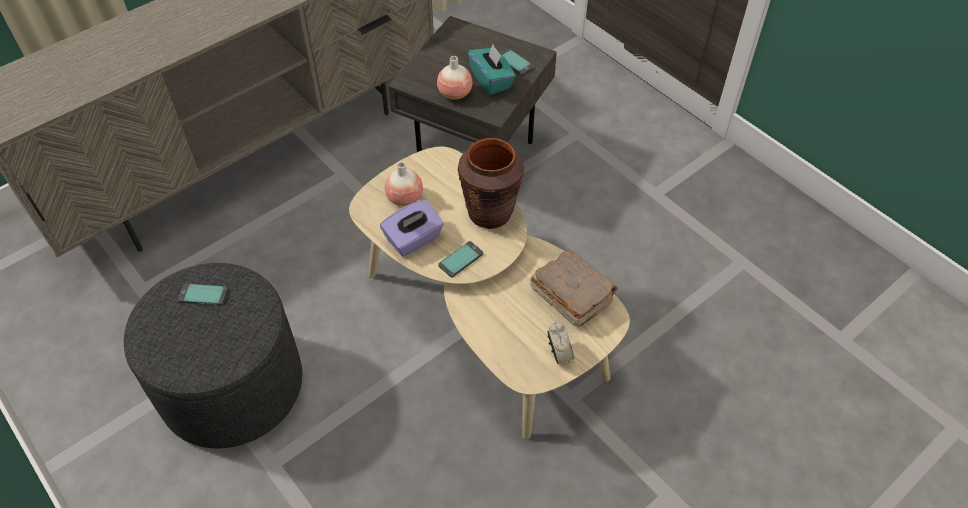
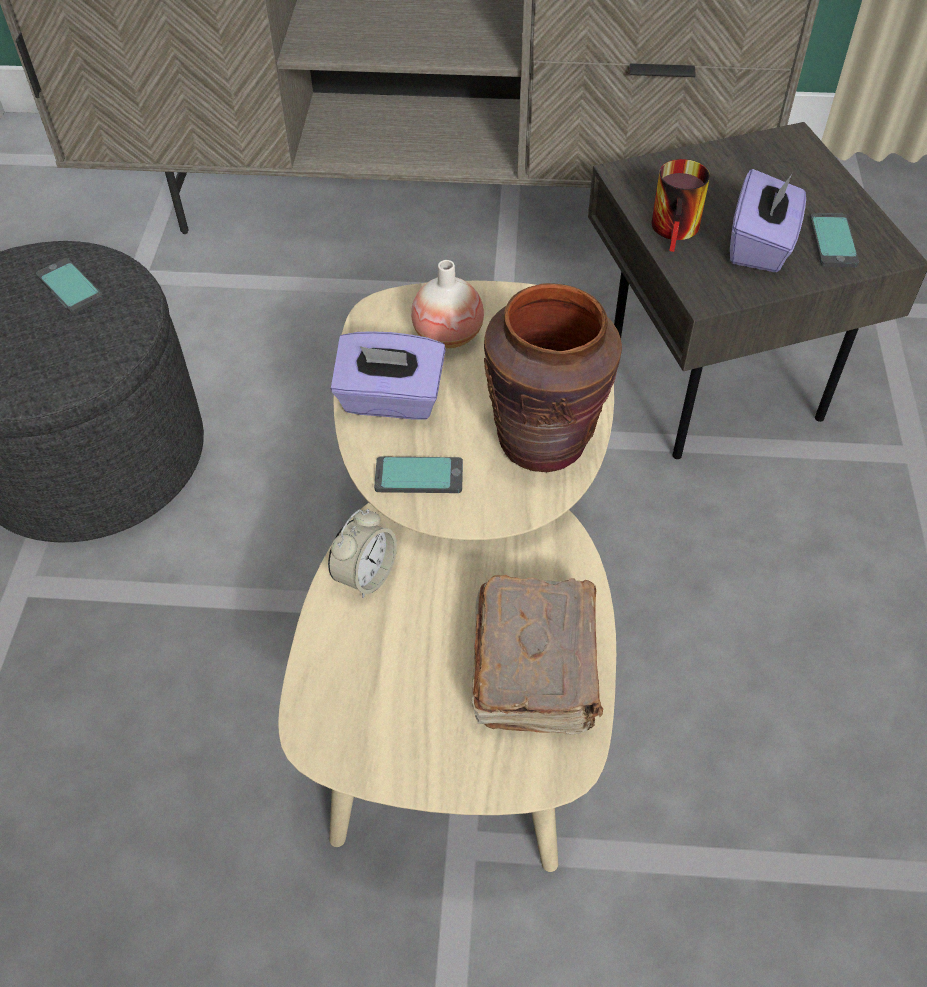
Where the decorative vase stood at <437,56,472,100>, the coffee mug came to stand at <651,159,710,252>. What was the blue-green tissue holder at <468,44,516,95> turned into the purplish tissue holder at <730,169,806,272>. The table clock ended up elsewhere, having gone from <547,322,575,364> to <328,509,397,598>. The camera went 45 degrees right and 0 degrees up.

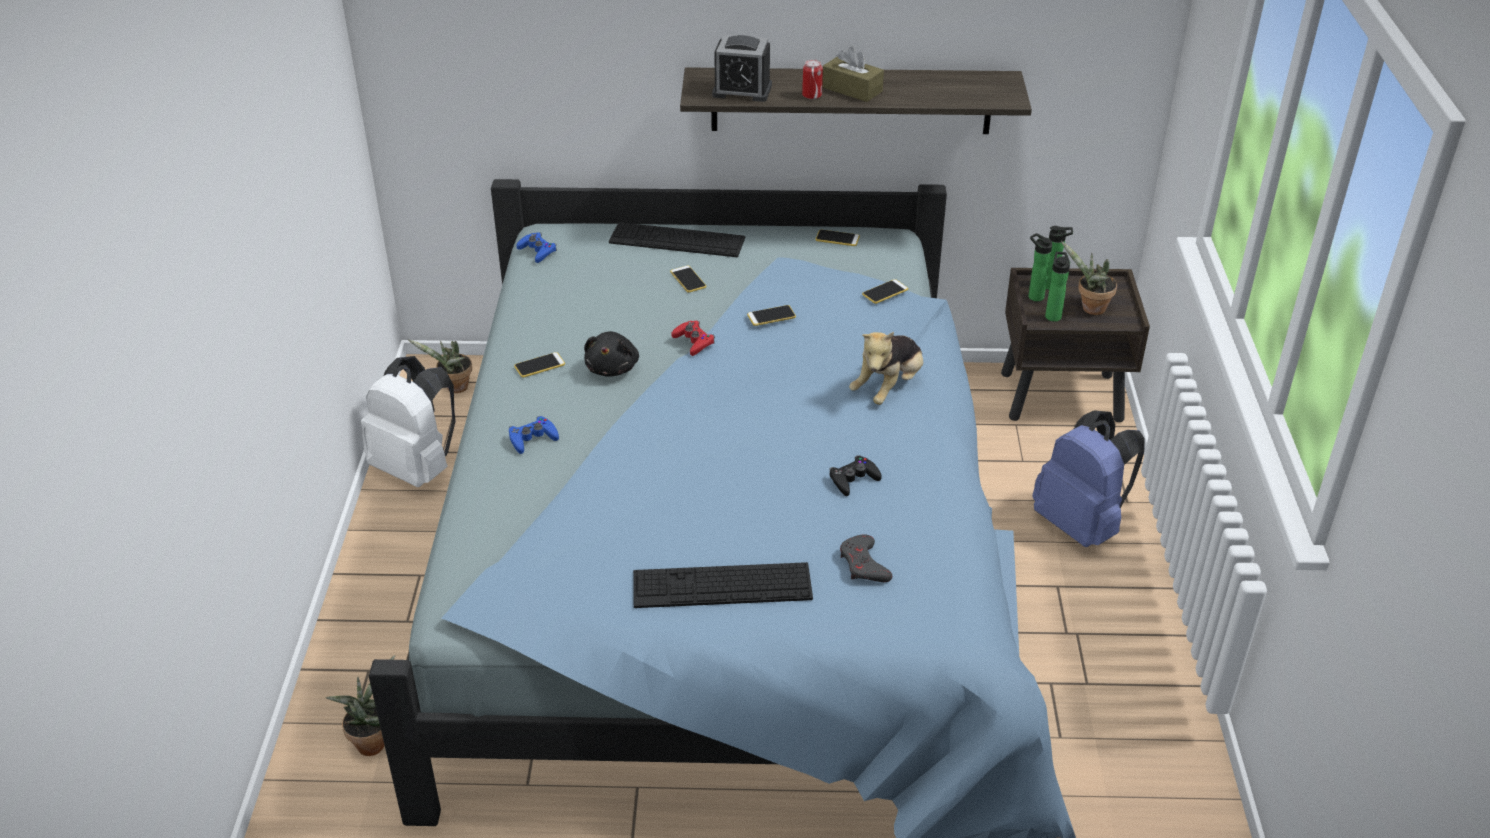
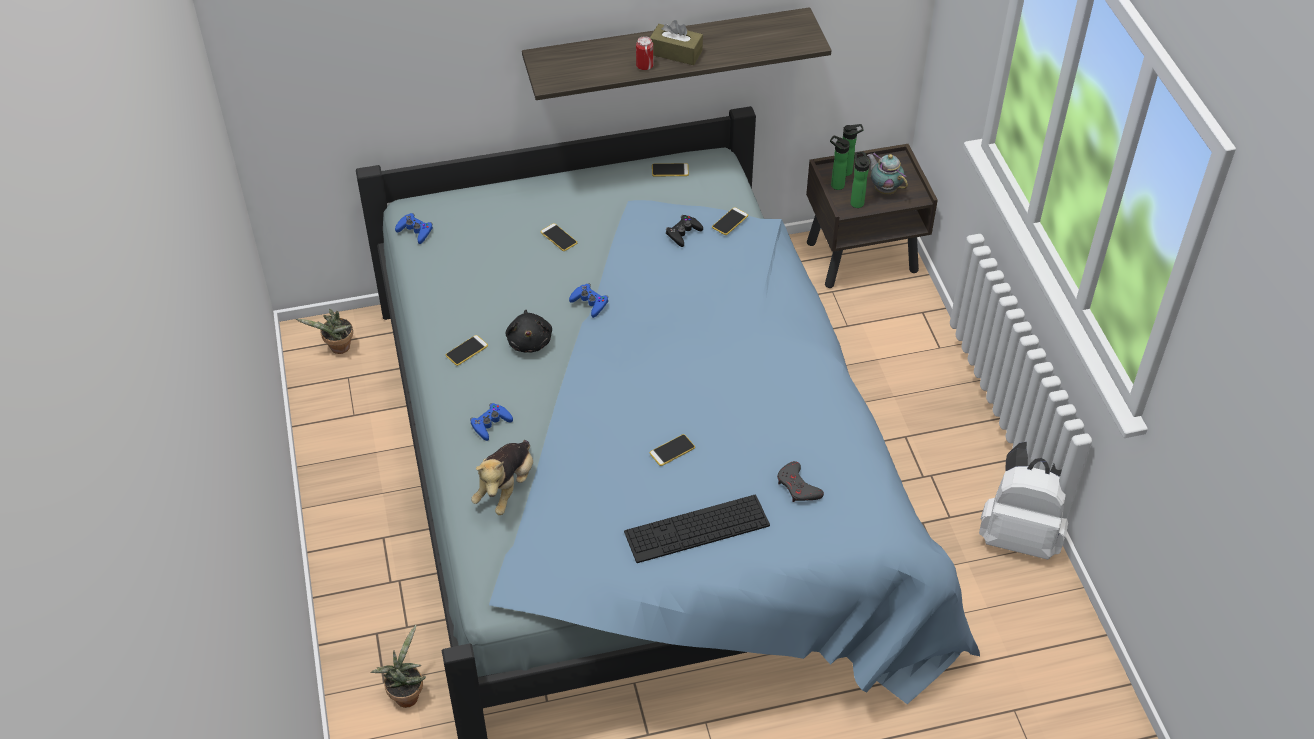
The white-coloured backpack ended up elsewhere, having gone from <361,356,456,487> to <979,442,1068,560>. The second view lost the computer keyboard at <609,222,745,257>. What was the red joypad at <671,321,715,356> turned into the blue joypad at <569,283,608,318>. The second view lost the table clock at <712,35,772,102>. The phone ended up elsewhere, having gone from <747,305,796,326> to <650,434,695,466>. The black joypad ended up elsewhere, having gone from <829,455,882,496> to <666,215,703,247>. The cuddly toy ended up elsewhere, having gone from <849,332,923,405> to <471,440,533,515>. The second view lost the blue backpack at <1032,410,1145,547>. Where the potted plant stood at <1061,241,1117,315>, the teapot came to stand at <867,153,908,194>. The camera went 15 degrees left and 10 degrees up.

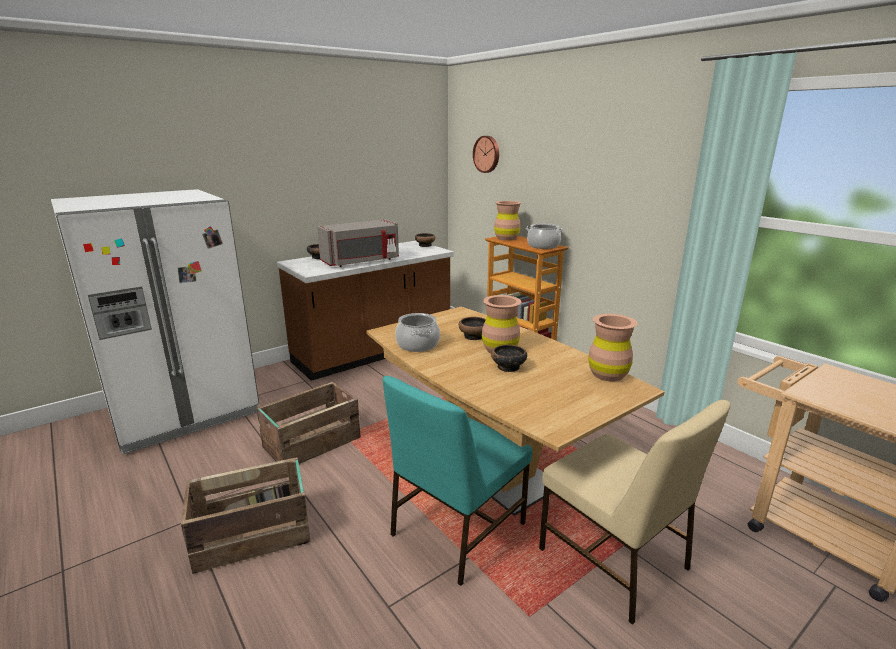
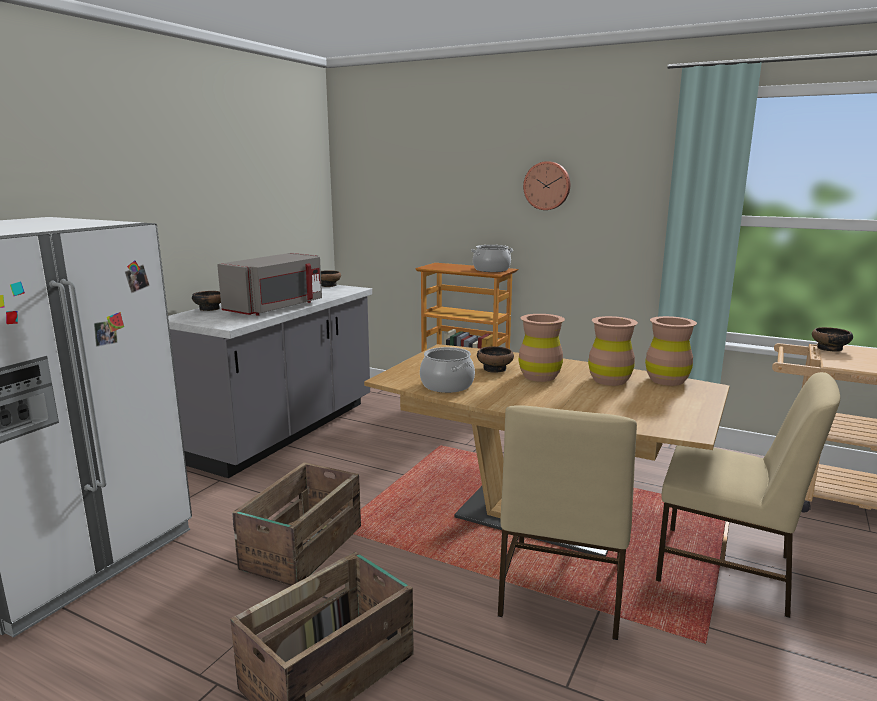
What was the brown-coloured kitchen base unit at <277,241,454,381> turned into the grey kitchen base unit at <168,285,372,478>. What was the blue-green chair at <383,376,532,586> turned into the sand-coloured chair at <498,405,637,640>. The clock on the wall ended up elsewhere, having gone from <473,136,499,173> to <523,161,570,210>. The deep dish ended up elsewhere, having gone from <491,345,527,372> to <812,327,853,352>. The brown-coloured decorative vase ended up elsewhere, having gone from <494,201,521,241> to <588,316,638,386>. The camera went 25 degrees left and 5 degrees down.

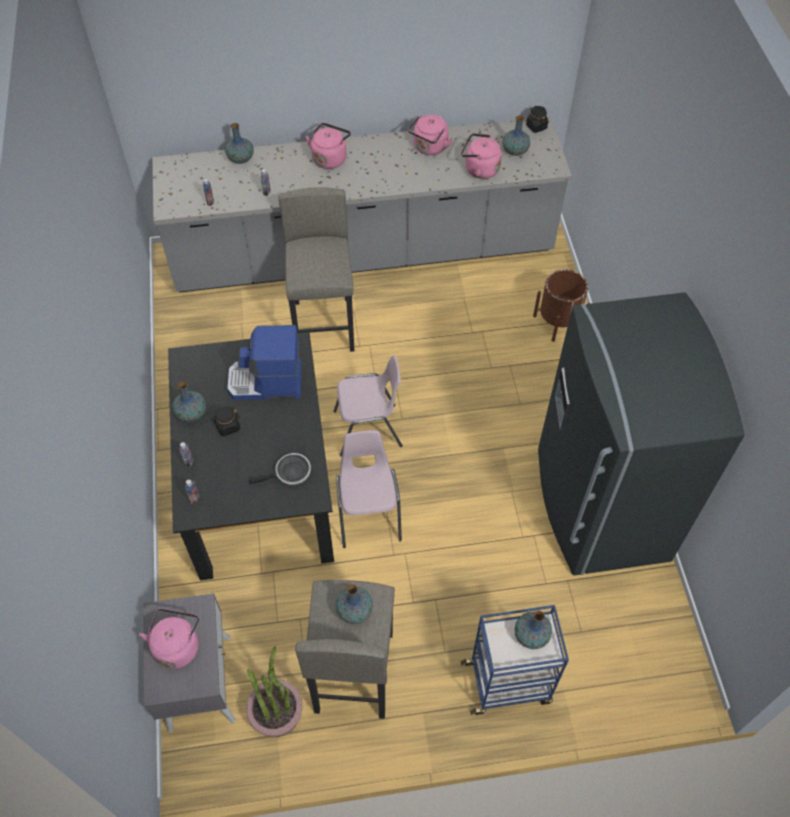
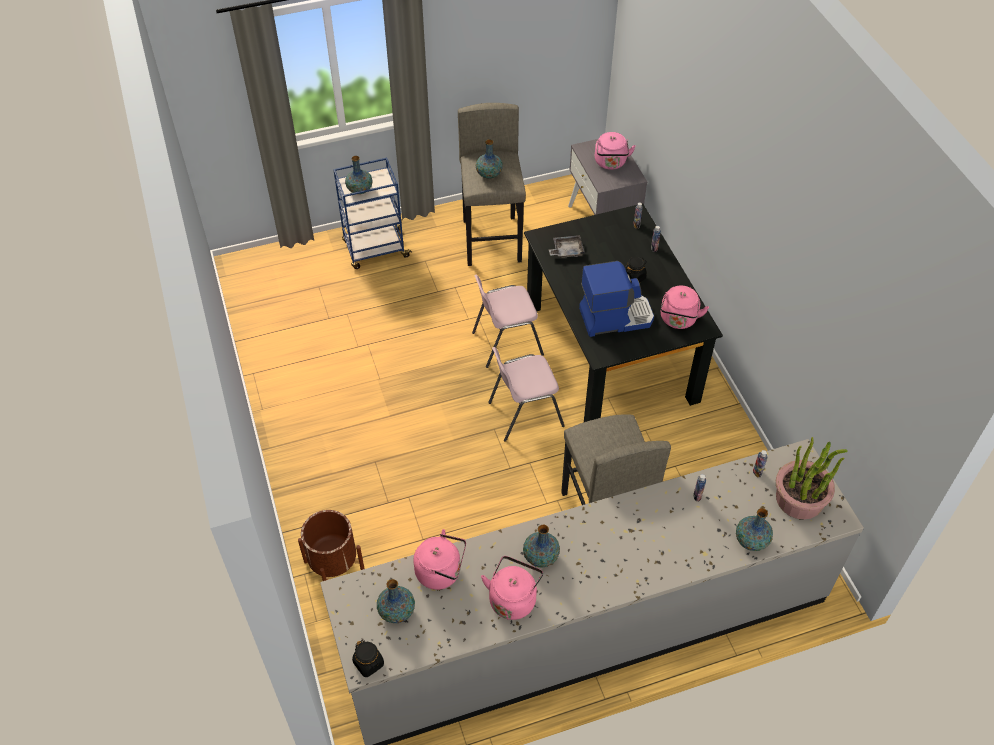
The decorative vase ended up elsewhere, having gone from <173,381,206,422> to <523,525,560,568>. The potted plant ended up elsewhere, having gone from <246,646,303,737> to <776,437,848,520>. Where the pan stood at <249,453,311,485>, the grey carrying tray came to stand at <549,235,585,258>. The pink water kettle ended up elsewhere, having gone from <305,123,351,169> to <661,286,709,329>. The pink chair at <336,430,402,548> ended up facing another way, 90 degrees clockwise from before. The second view lost the grey kitchen fridge at <538,292,744,575>. The camera went 170 degrees right and 5 degrees down.

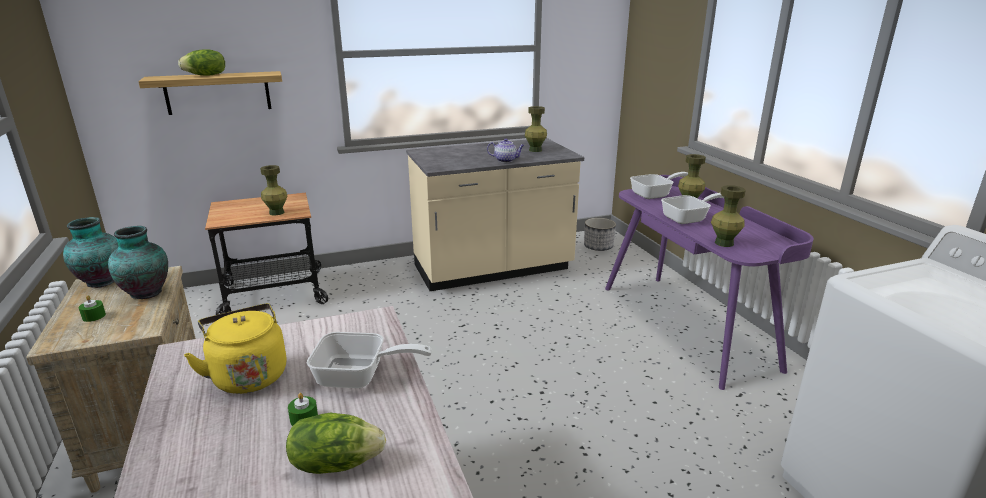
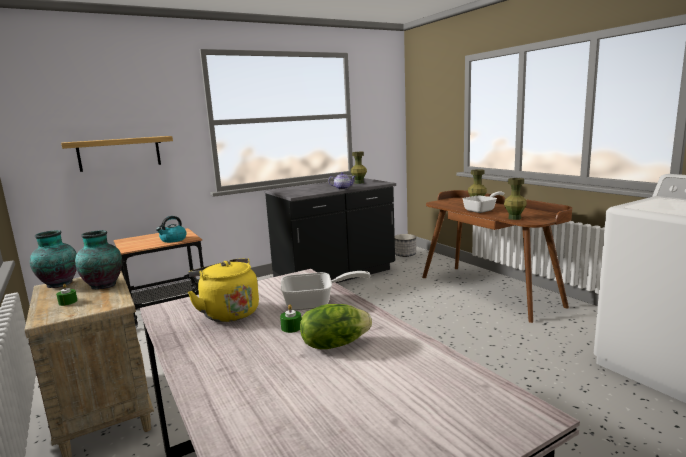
The second view lost the head of lettuce at <178,49,225,76>. Where the green decorative vase stood at <260,165,288,215>, the water kettle came to stand at <156,216,187,243>. What was the sand-coloured kitchen base unit at <406,138,584,291> turned into the black kitchen base unit at <264,178,396,283>. What was the purplish desk at <605,175,814,390> turned into the brown-coloured desk at <422,190,572,323>. The second view lost the pan at <630,172,688,199>. The camera went 10 degrees left and 10 degrees down.

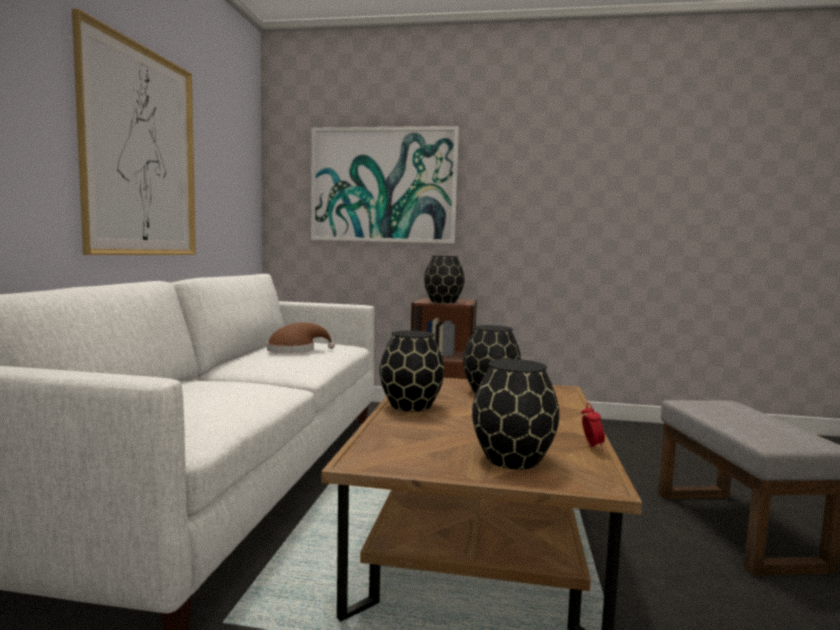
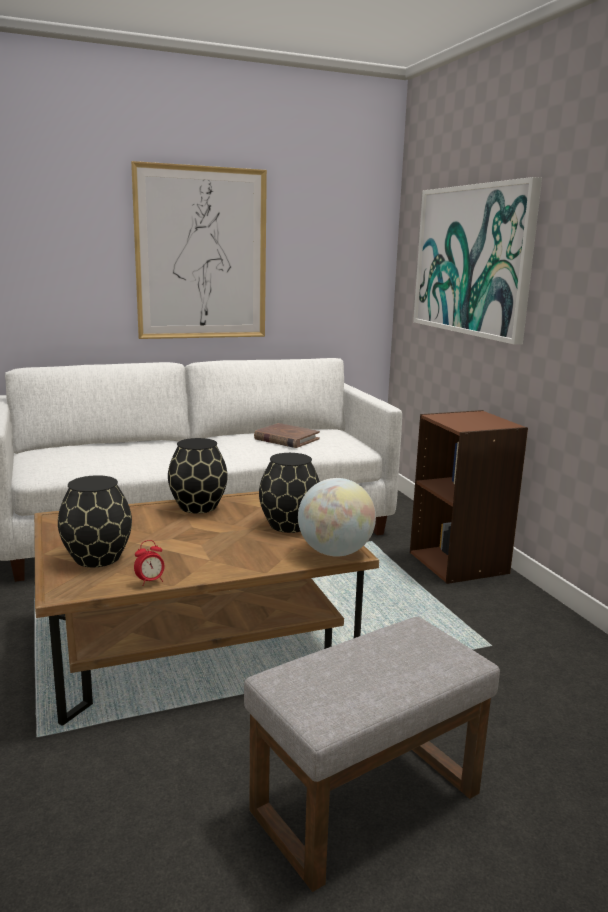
Where the brown-coloured hat stood at <267,322,335,353>, the brown-coloured book came to stand at <254,423,320,448>. The second view lost the black decorative vase at <424,256,464,303>. The second view gained the world globe at <298,478,376,557>. The camera went 60 degrees right and 10 degrees up.

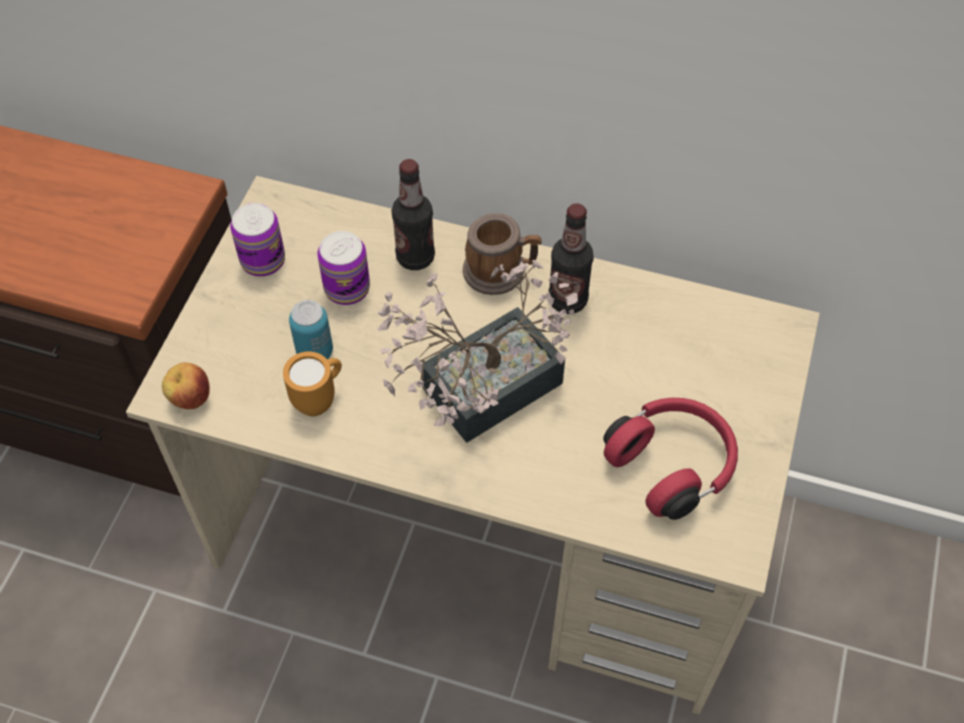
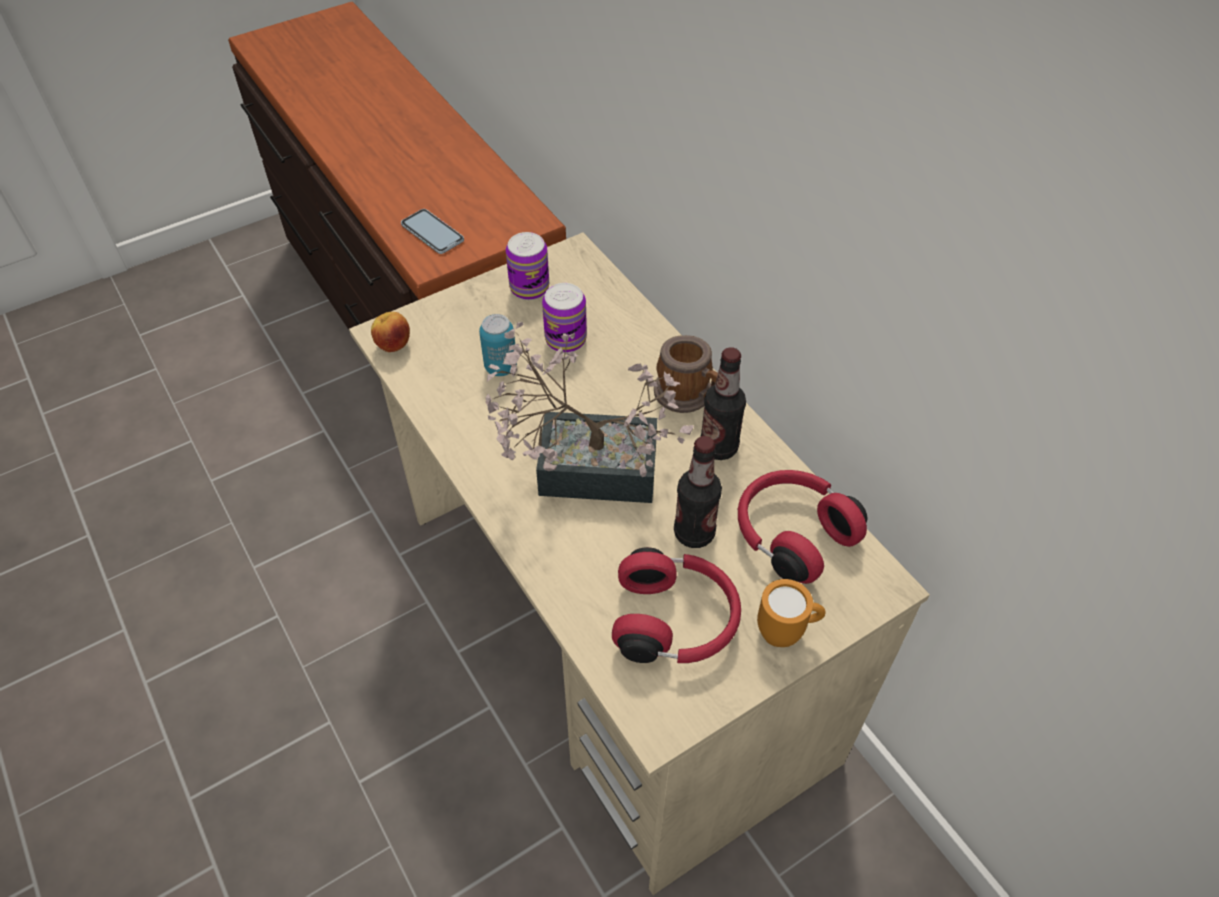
The orangey coffee mug ended up elsewhere, having gone from <283,351,342,416> to <757,579,826,647>. The bottle ended up elsewhere, having gone from <392,159,435,270> to <674,436,722,548>. The second view gained the phone at <401,209,464,254>. The second view gained the red pair of headphones at <738,470,868,584>. The camera went 40 degrees right and 5 degrees down.

